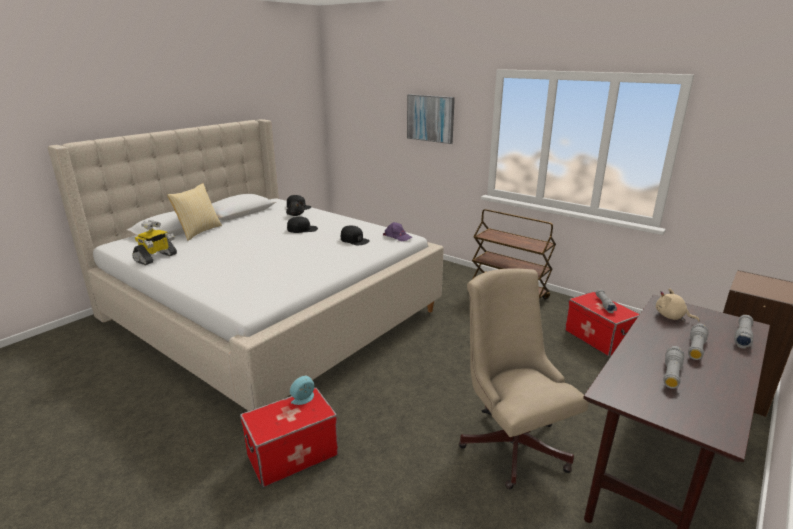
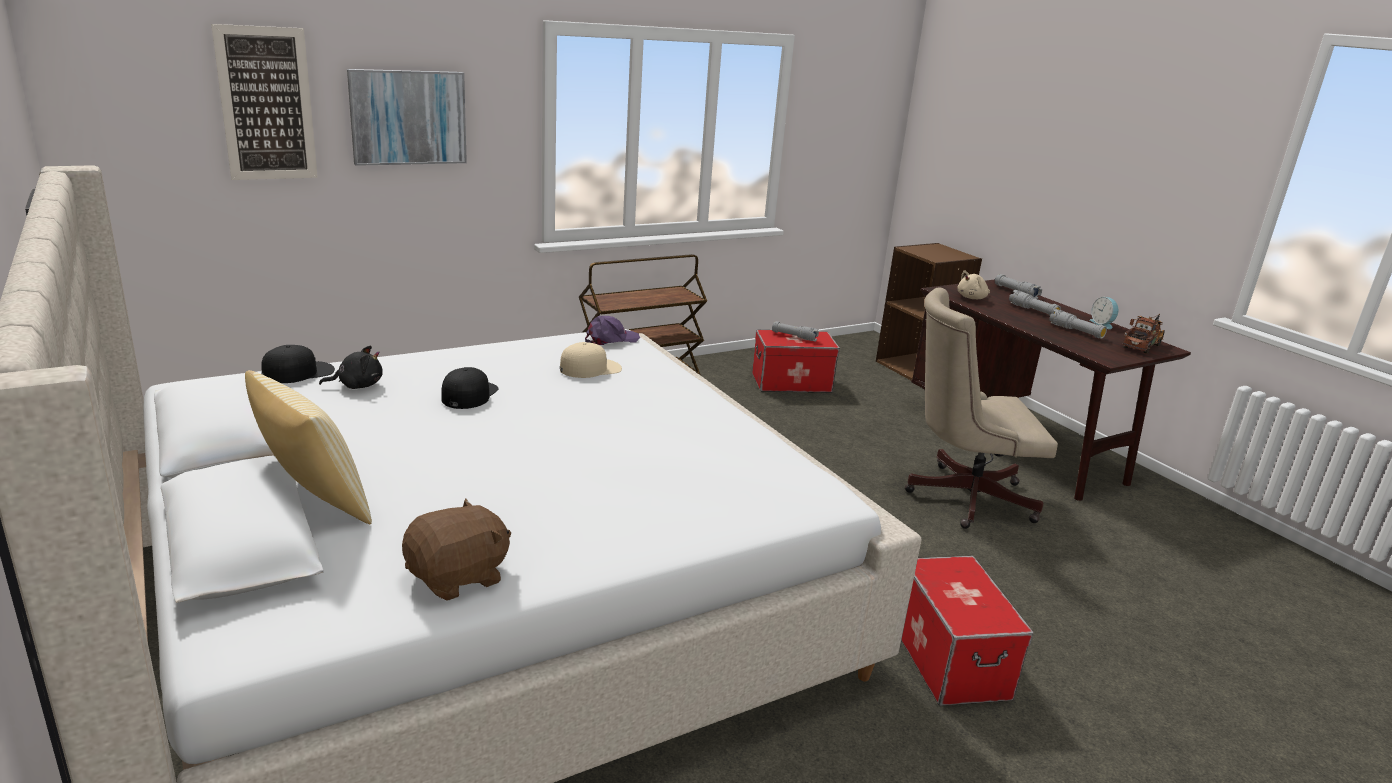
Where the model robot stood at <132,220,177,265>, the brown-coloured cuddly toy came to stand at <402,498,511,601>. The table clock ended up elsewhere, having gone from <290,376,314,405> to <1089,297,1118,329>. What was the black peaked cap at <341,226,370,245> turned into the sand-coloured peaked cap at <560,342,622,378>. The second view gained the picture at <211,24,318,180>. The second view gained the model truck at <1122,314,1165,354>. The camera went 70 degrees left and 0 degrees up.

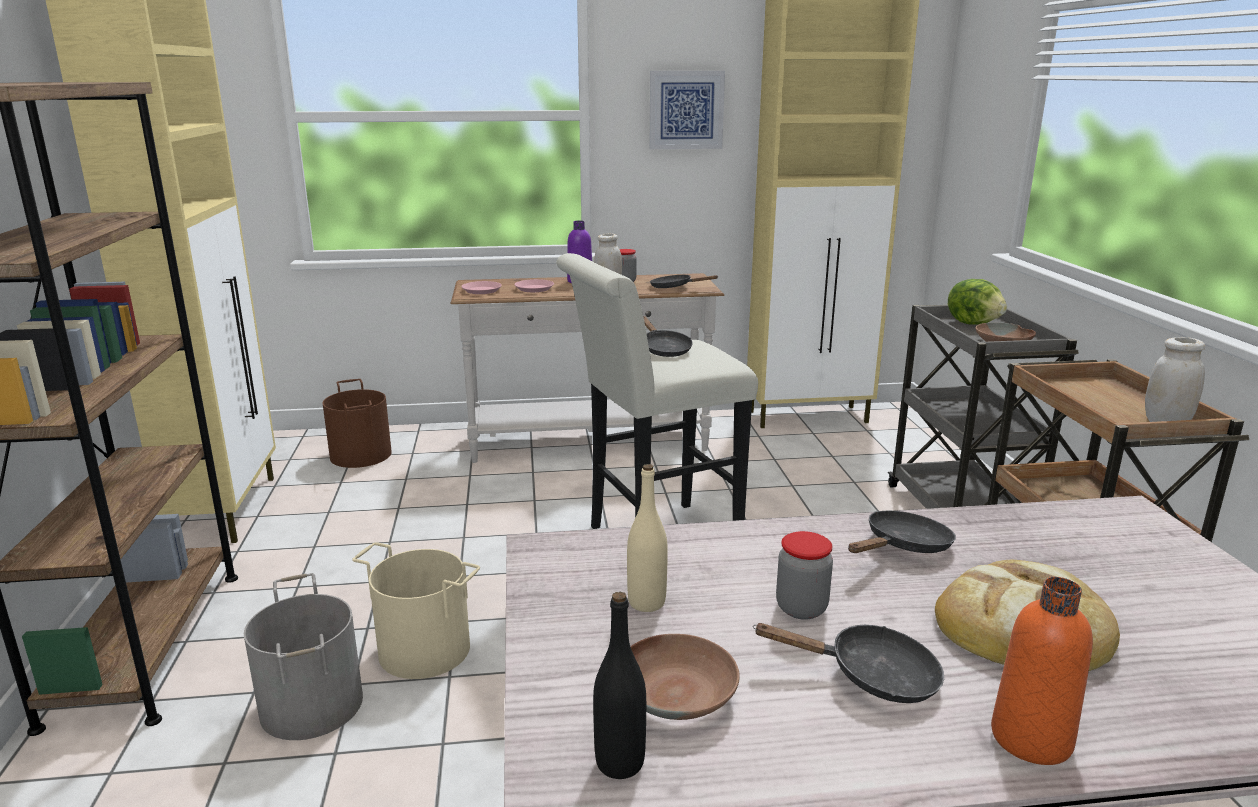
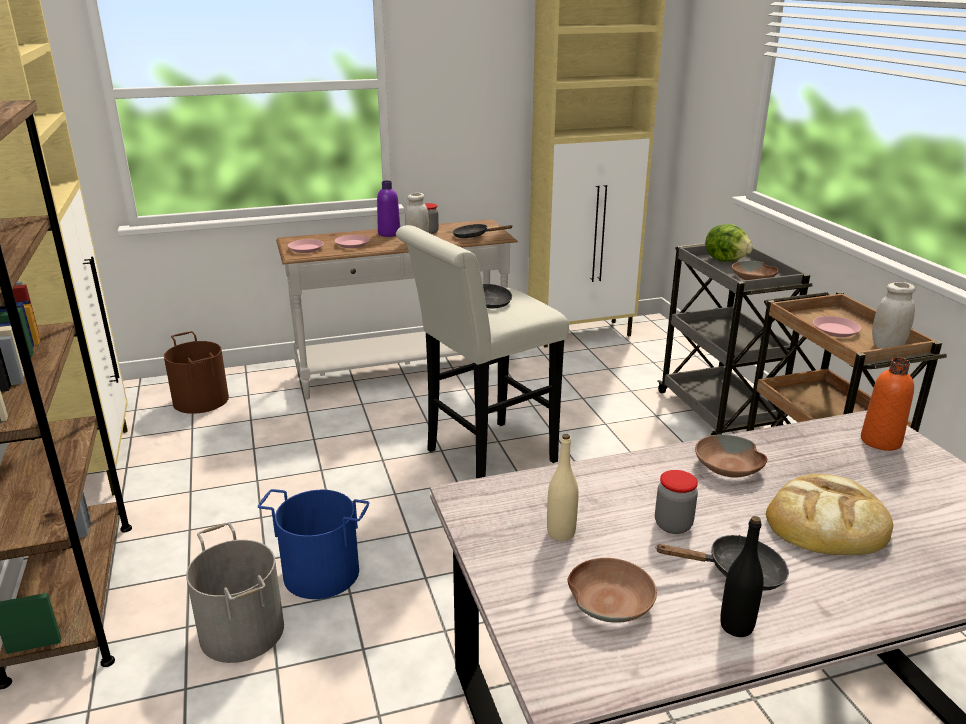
What was the sand-coloured water bucket at <352,542,480,679> turned into the blue water bucket at <258,489,370,599>. The black bottle ended up elsewhere, having gone from <593,592,646,779> to <720,516,764,637>. The second view lost the picture at <649,71,725,149>. Where the black pan stood at <848,511,956,553>, the brown-coloured deep dish came to stand at <695,434,767,478>. The orangey bottle ended up elsewhere, having gone from <991,577,1093,765> to <861,358,914,451>. The second view gained the pink dinner plate at <813,316,861,337>. The camera went 10 degrees left and 5 degrees up.

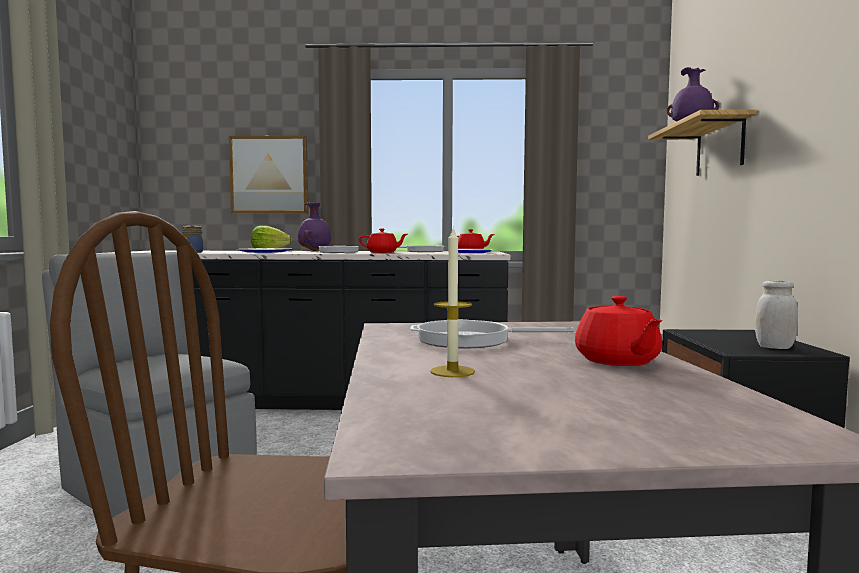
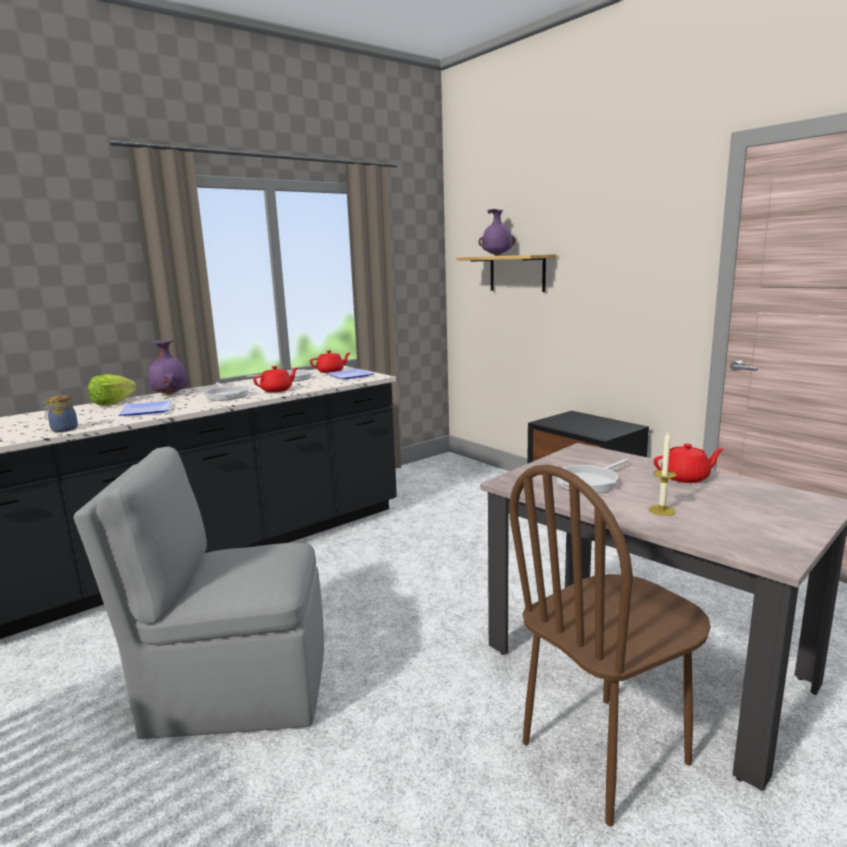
The second view lost the picture at <229,135,308,214>. The red teapot at <575,296,663,366> ended up facing another way, 45 degrees counterclockwise from before. The second view lost the white-coloured preserve jar at <755,281,798,349>. The camera went 40 degrees left and 10 degrees up.

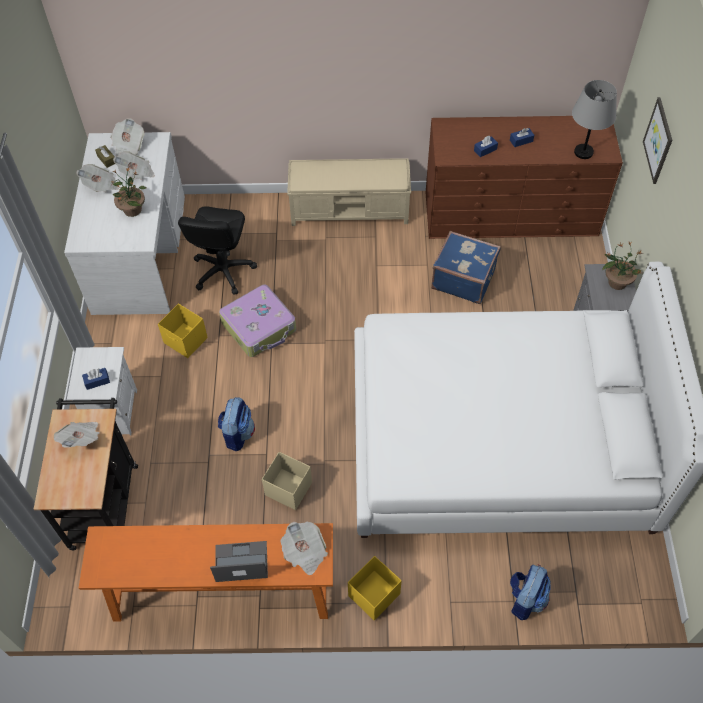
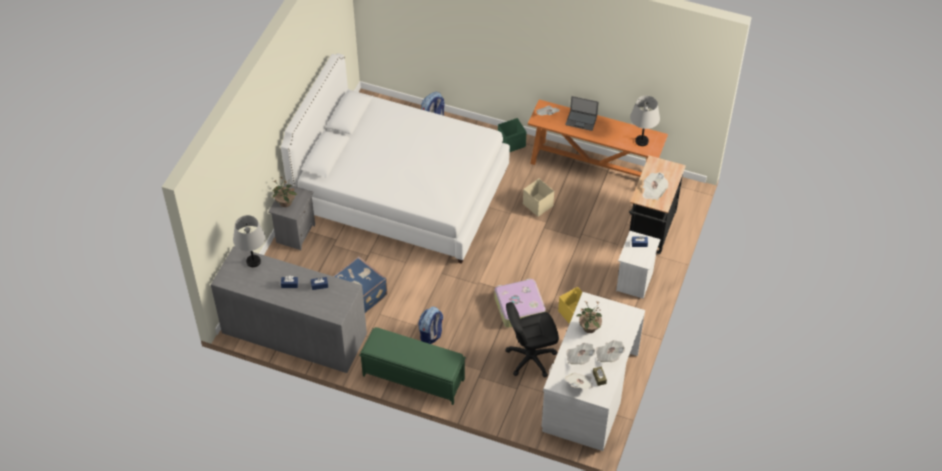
The black computer chair at <178,206,257,295> ended up facing another way, 135 degrees counterclockwise from before. The backpack ended up elsewhere, having gone from <218,397,255,451> to <418,307,443,344>. What was the sand-coloured bench at <287,158,411,226> turned into the green bench at <359,327,466,405>. What was the yellow-coloured storage bin at <348,556,402,621> turned into the green storage bin at <498,118,526,152>. What was the brown-coloured dresser at <426,116,623,239> turned into the grey dresser at <211,246,367,373>. The second view lost the picture at <643,97,672,184>. The second view gained the grey tabletop lamp at <630,96,660,146>. The camera went 160 degrees left and 5 degrees down.

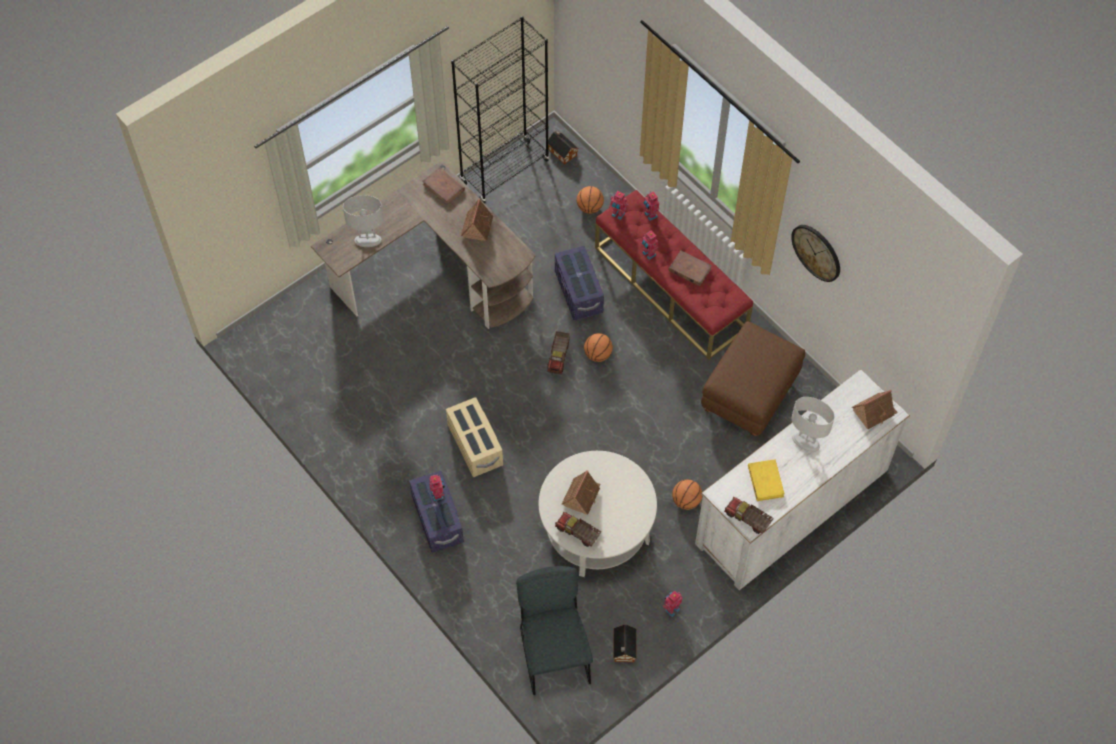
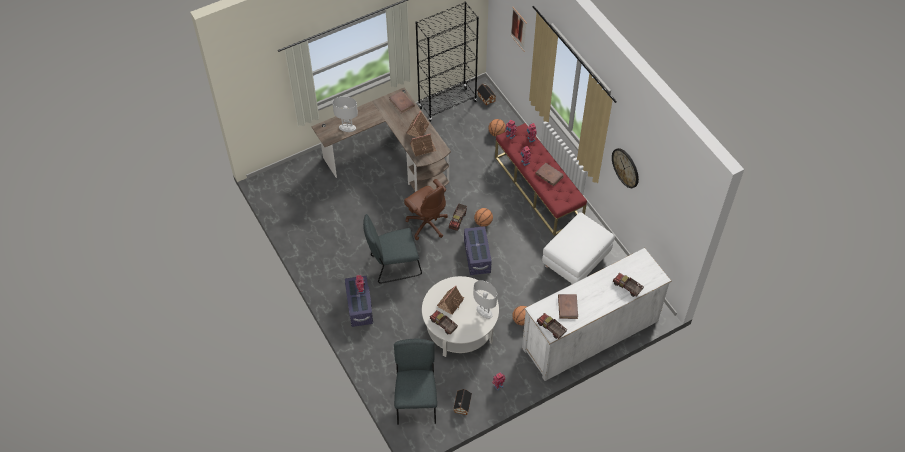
Where the sand-coloured storage bin stood at <446,397,503,477>, the grey chair came to stand at <363,214,422,283>. The purplish storage bin ended up elsewhere, having gone from <555,246,604,321> to <464,226,492,275>. What was the brown-coloured ottoman at <701,321,805,436> turned into the white-coloured ottoman at <542,212,615,284>. What was the yellow-coloured book at <748,459,785,501> turned into the brown-coloured book at <558,294,578,319>. The white-coloured tabletop lamp ended up elsewhere, having gone from <792,397,834,452> to <473,281,497,319>. The model house ended up elsewhere, having gone from <852,389,898,429> to <410,134,437,157>. The second view gained the brown-coloured computer chair at <404,179,448,240>. The second view gained the picture at <511,7,527,52>. The second view gained the model truck at <613,273,644,297>. The camera went 10 degrees right and 5 degrees down.

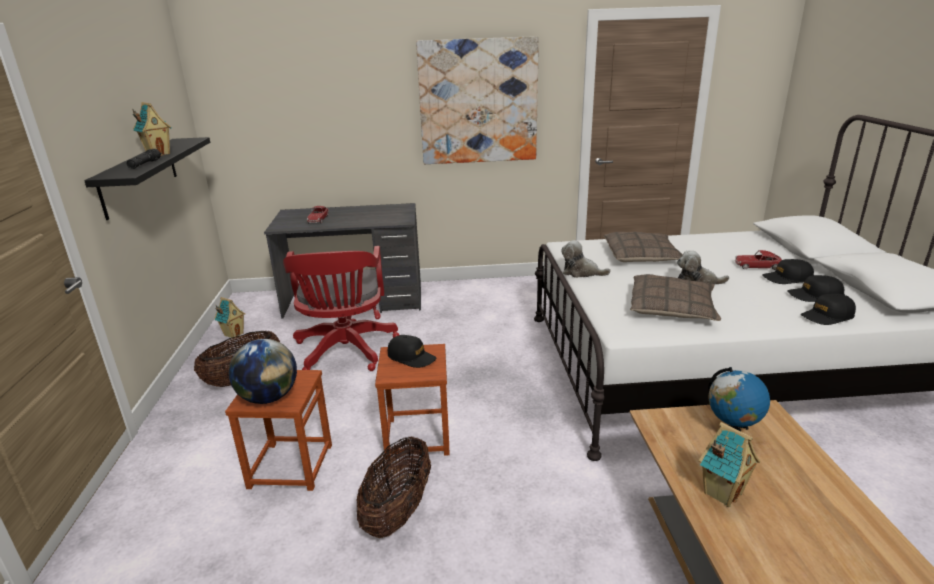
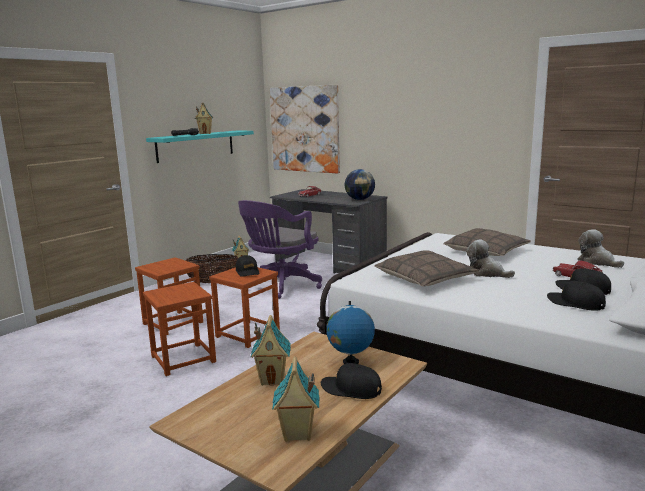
What was the black wall shelf at <84,137,210,220> turned into the blue-green wall shelf at <146,131,254,163>. The world globe ended up elsewhere, having gone from <229,339,297,404> to <345,169,375,200>. What was the red computer chair at <283,246,399,371> turned into the purplish computer chair at <238,200,322,299>. Where the storage basket stood at <356,436,431,538>, the brown-coloured stool seat came to stand at <143,282,216,376>. The picture ended up elsewhere, having gone from <416,36,539,164> to <270,85,340,174>. The cuddly toy ended up elsewhere, having gone from <561,240,611,278> to <577,229,624,268>. The black peaked cap ended up elsewhere, having gone from <801,293,856,325> to <321,363,382,399>. The second view gained the model house at <272,356,319,442>. The camera went 40 degrees right and 10 degrees down.

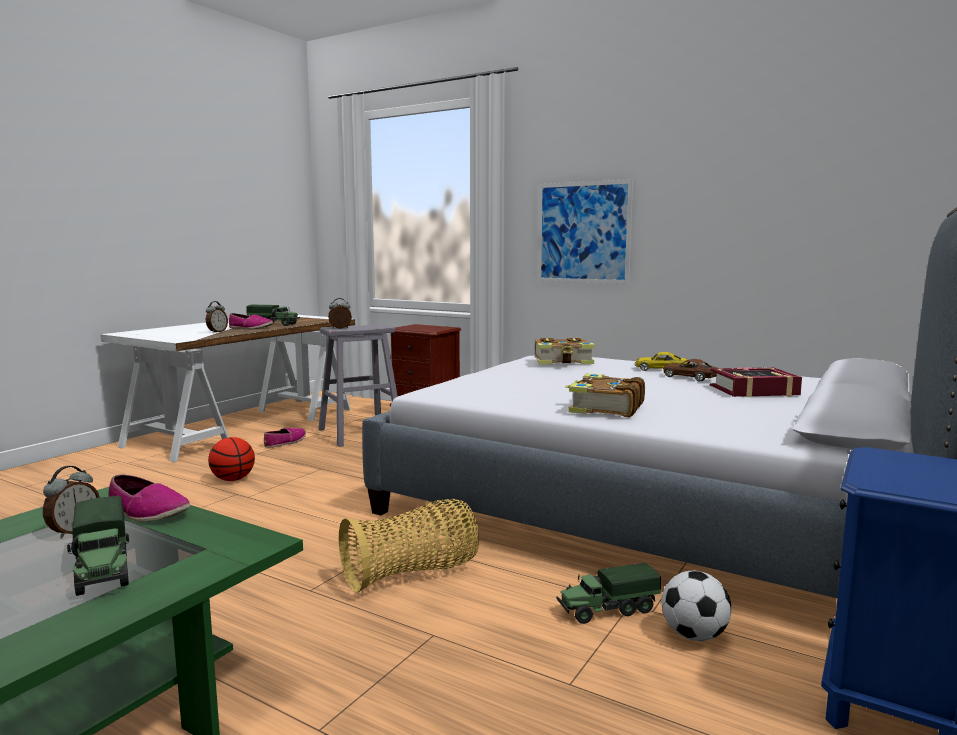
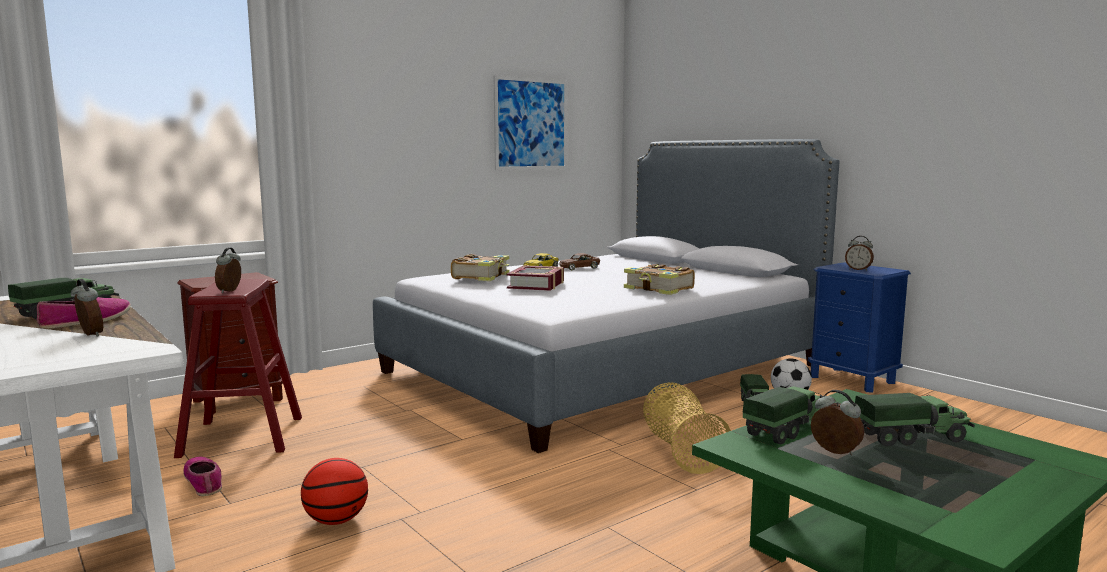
Where the item of footwear stood at <108,475,190,522>, the model truck came to stand at <742,385,821,444>. What was the grey stool seat at <319,324,398,447> turned into the red stool seat at <174,279,302,458>. The picture ended up elsewhere, having gone from <538,179,633,284> to <494,75,567,170>. The book ended up elsewhere, having gone from <710,367,802,397> to <507,265,564,291>. The second view gained the table clock at <845,236,874,271>. The camera went 70 degrees left and 0 degrees up.

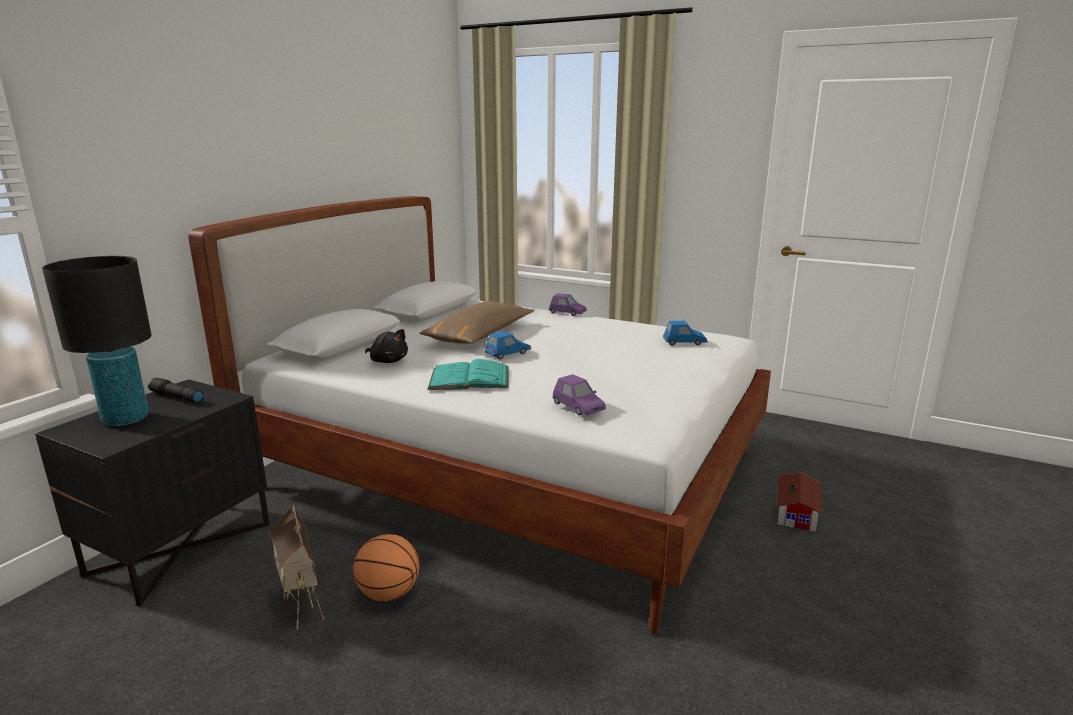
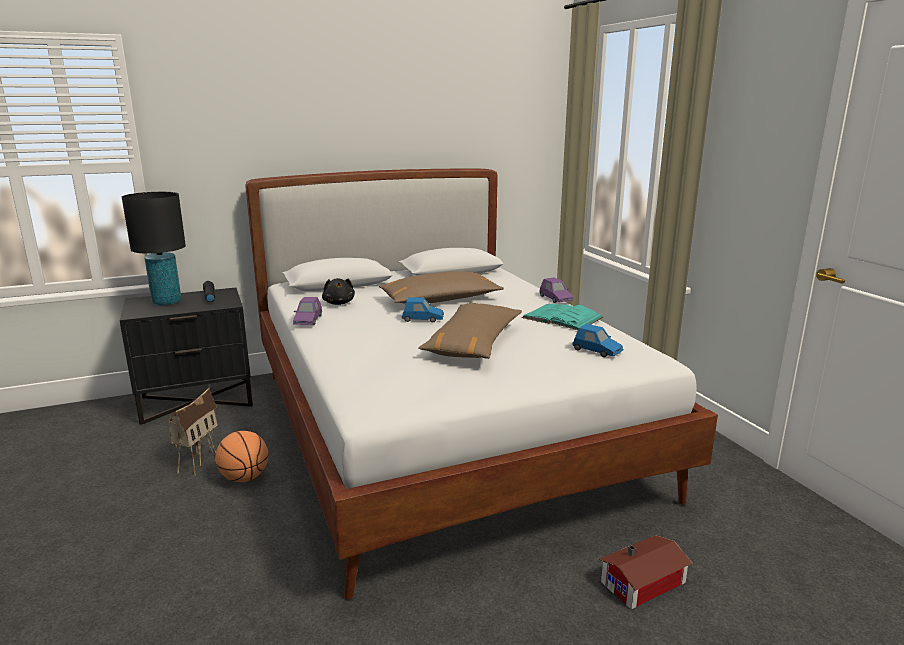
The blue-green book ended up elsewhere, having gone from <427,359,509,390> to <522,304,603,330>. The purplish miniature car ended up elsewhere, having gone from <553,374,606,415> to <293,297,322,325>. The second view gained the brown-coloured pillow at <418,303,522,359>. The camera went 40 degrees right and 0 degrees up.

